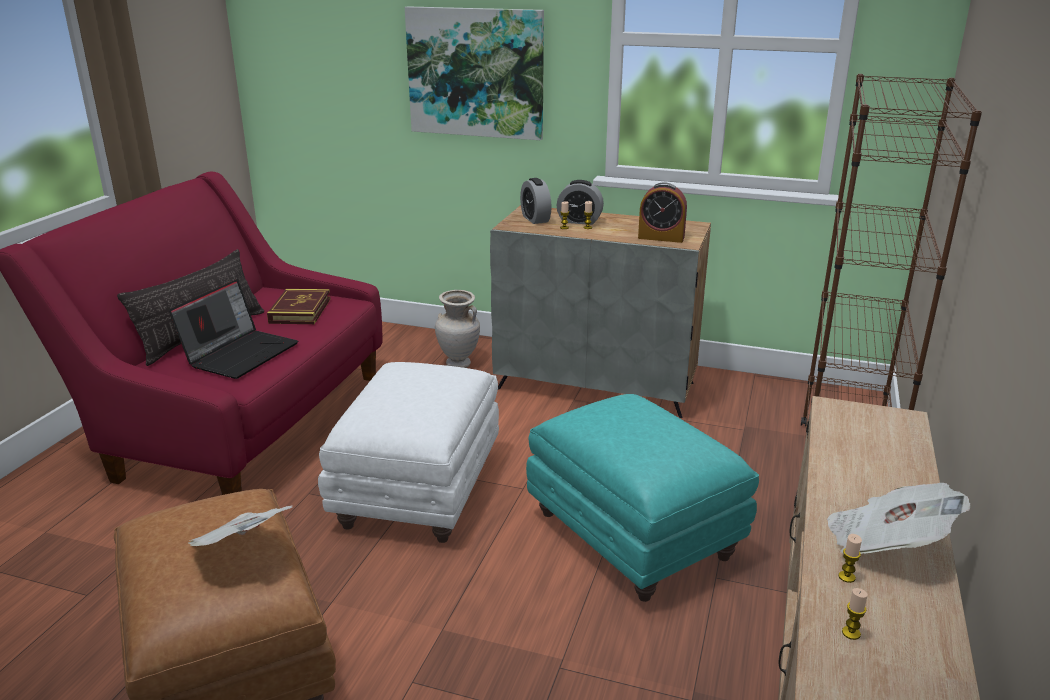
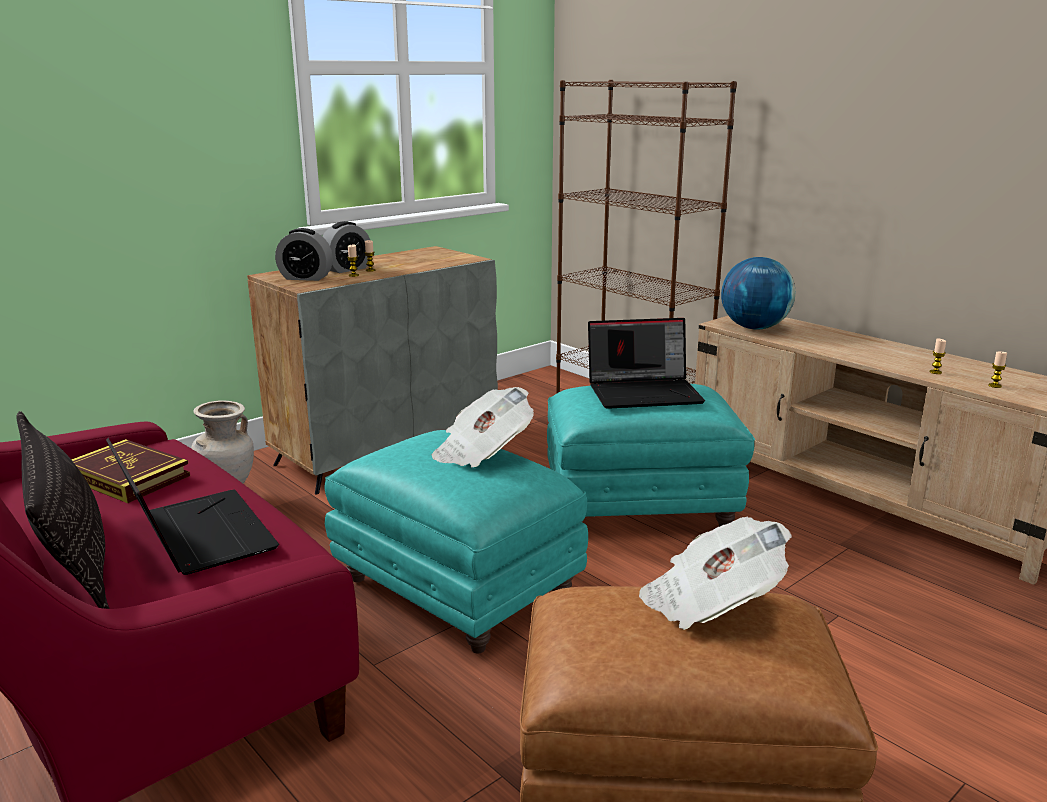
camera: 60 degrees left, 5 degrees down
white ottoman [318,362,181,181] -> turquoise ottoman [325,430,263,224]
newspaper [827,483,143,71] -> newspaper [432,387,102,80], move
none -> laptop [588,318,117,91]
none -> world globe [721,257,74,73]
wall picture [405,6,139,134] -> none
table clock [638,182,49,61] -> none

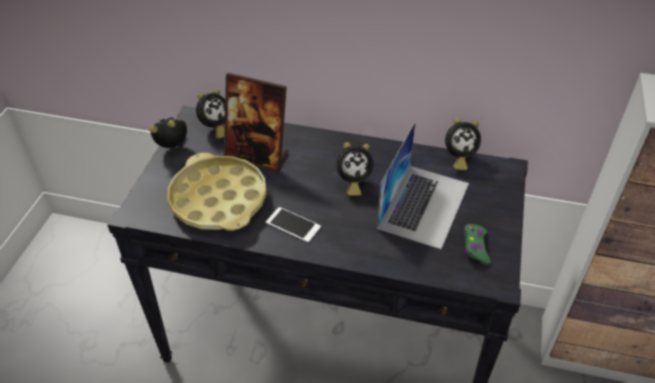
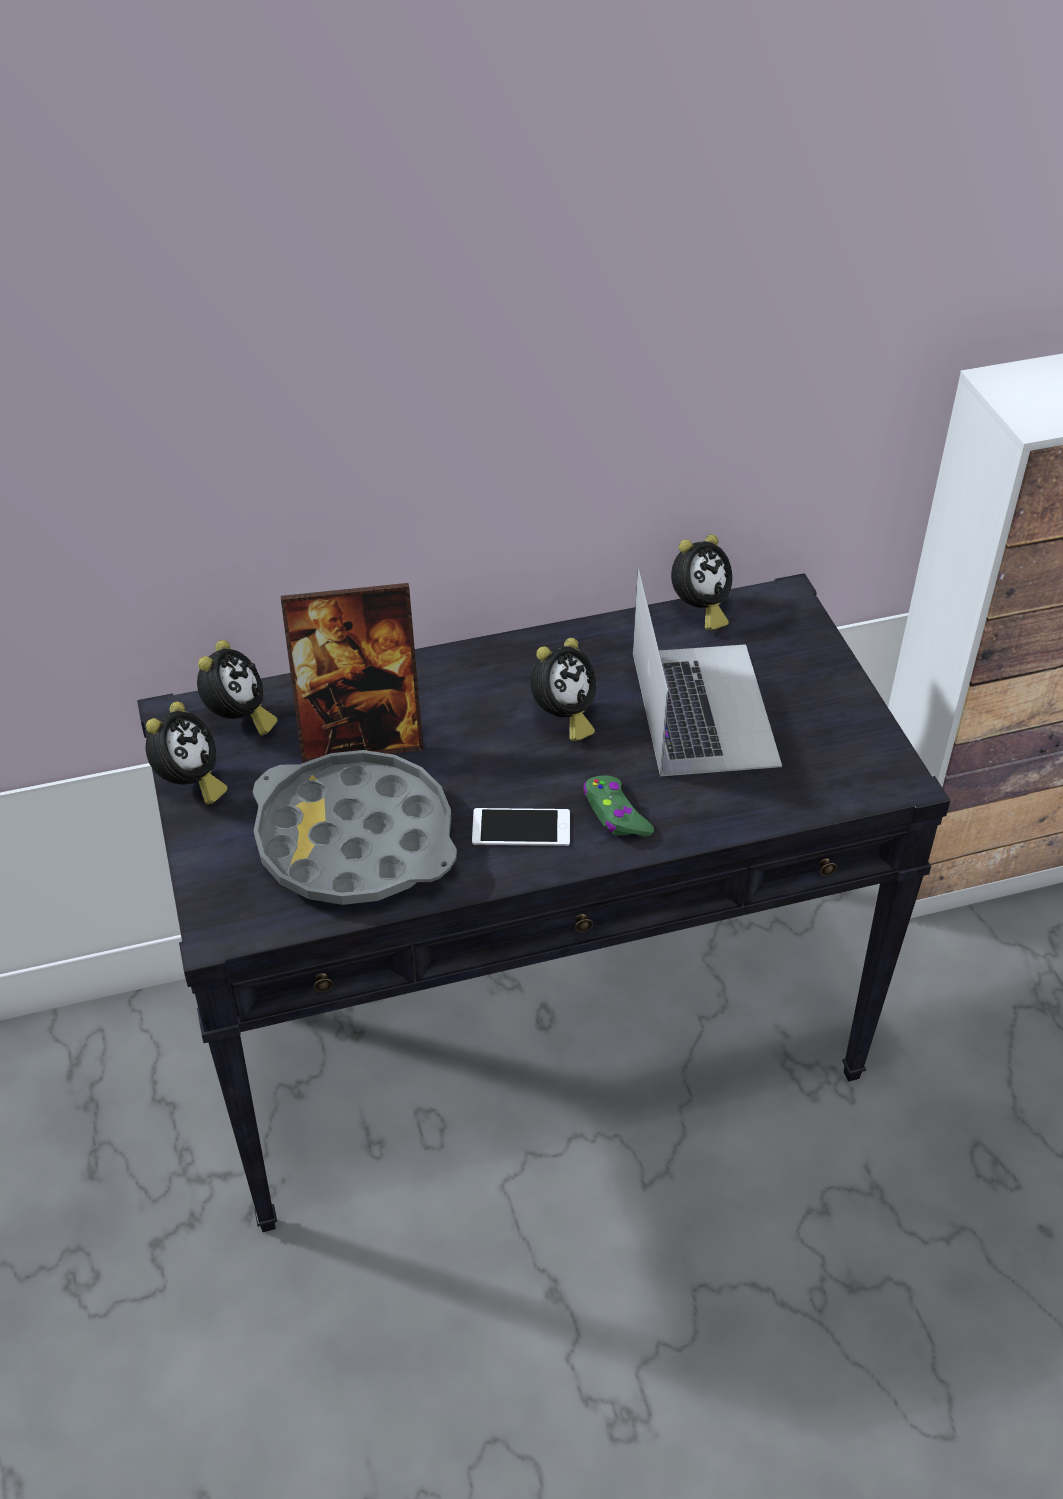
camera: 30 degrees left, 0 degrees up
table clock [149,117,38,31] -> table clock [146,701,82,103], 150 degrees clockwise
yellowish carrying tray [167,153,100,78] -> gray carrying tray [253,750,204,155]
green game controller [464,224,27,41] -> green game controller [583,775,71,62], move

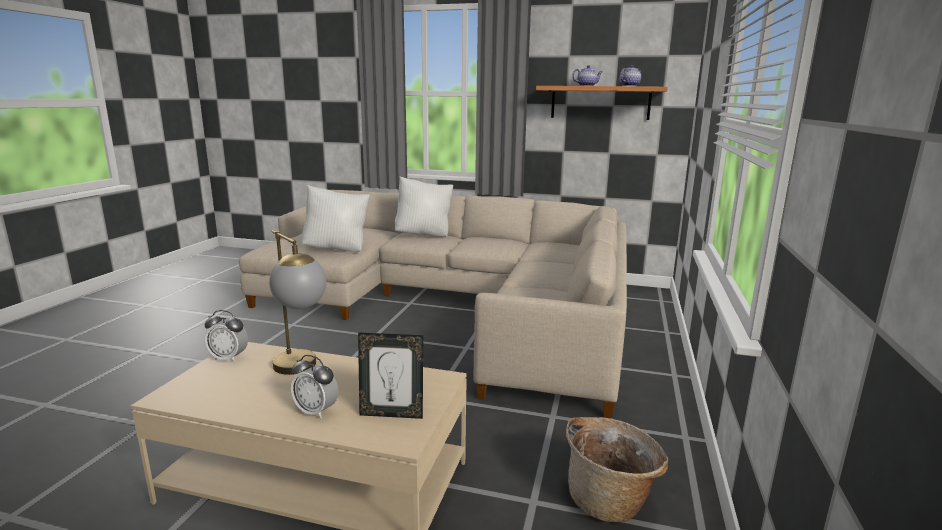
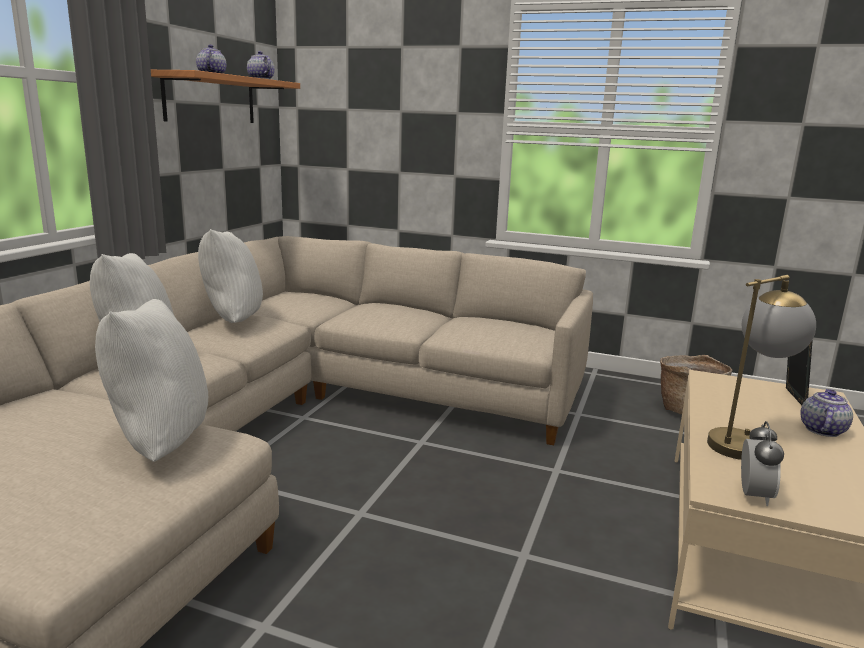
camera: 85 degrees left, 0 degrees up
none -> white pillow [198,229,65,94]
table clock [291,355,48,64] -> teapot [800,389,53,48]

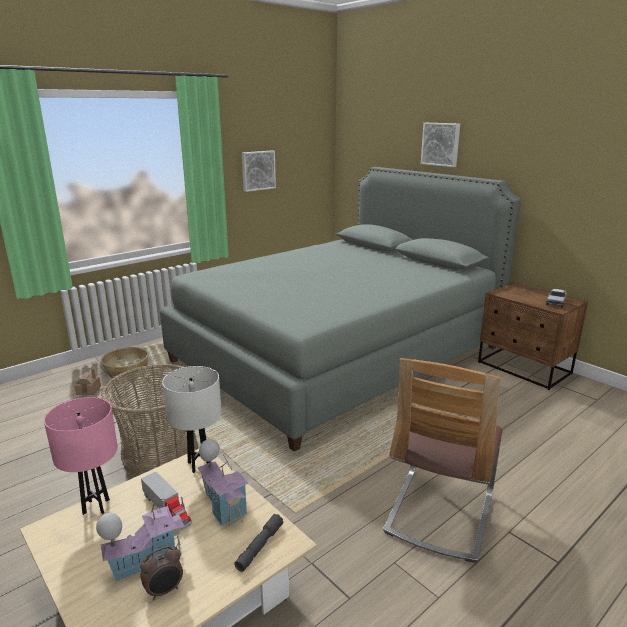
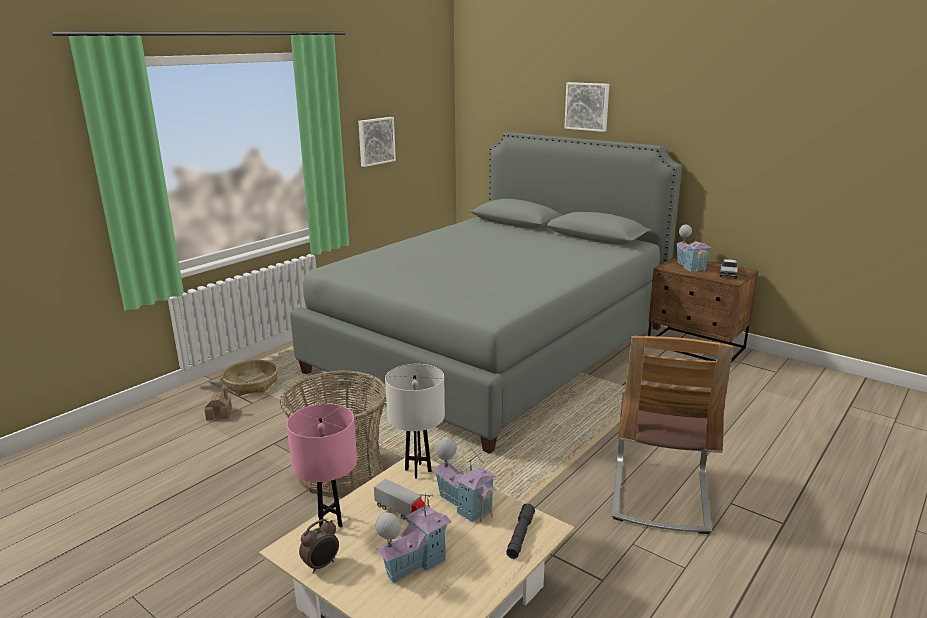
camera: 10 degrees left, 0 degrees up
table clock [140,545,43,55] -> table clock [299,519,40,55], move
none -> toy house [676,224,35,48]

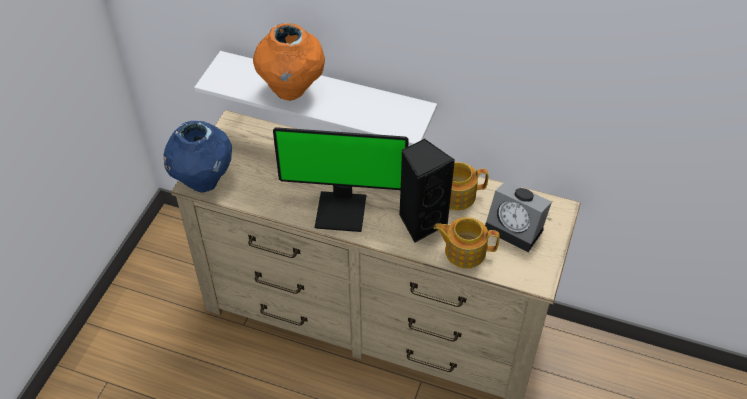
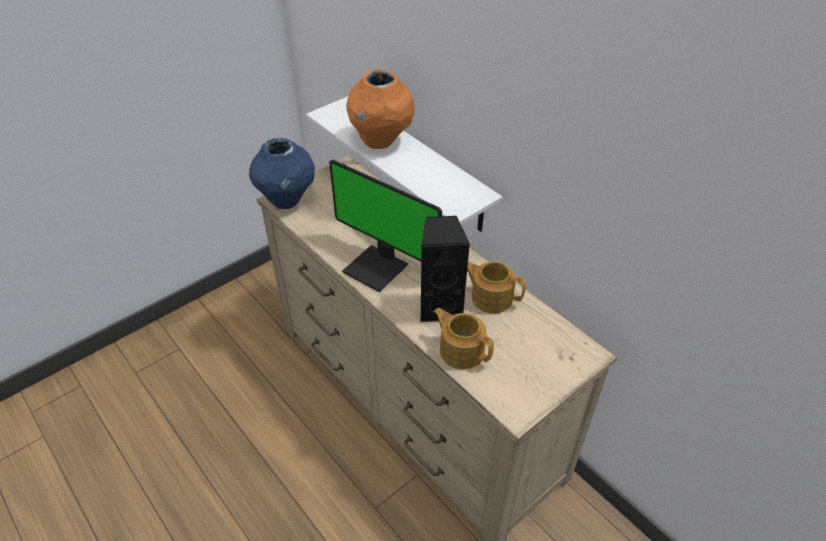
camera: 30 degrees right, 5 degrees down
table clock [485,180,67,72] -> none

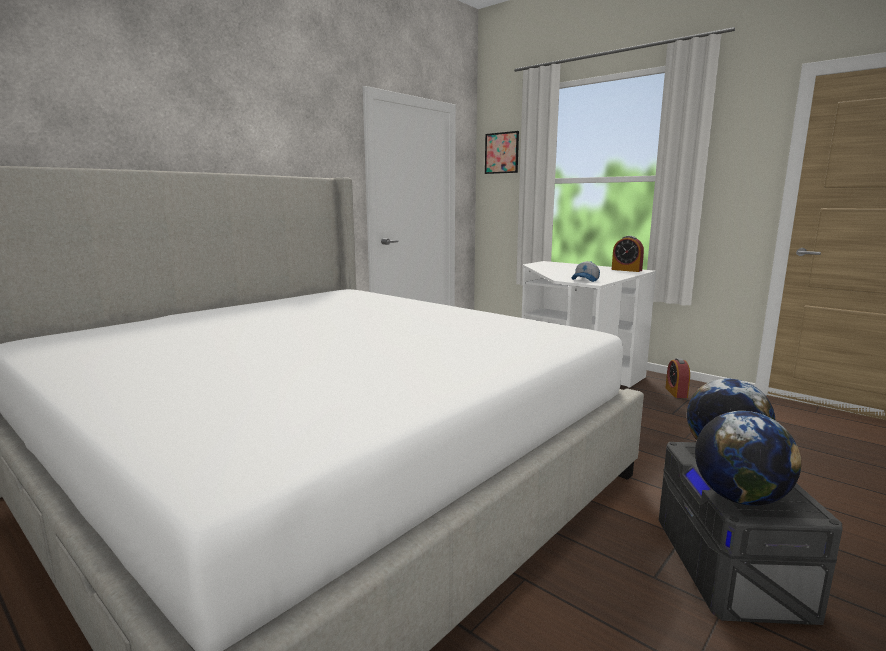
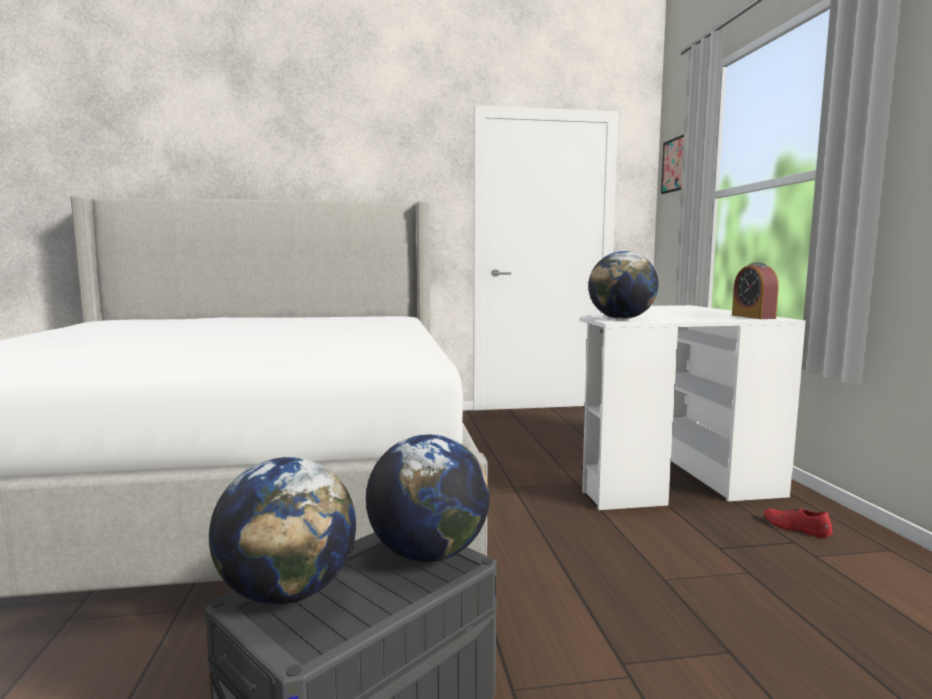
camera: 40 degrees right, 5 degrees down
peaked cap [571,261,29,21] -> world globe [588,251,71,68]
table clock [665,358,25,40] -> reddish low shoe [764,508,68,30]

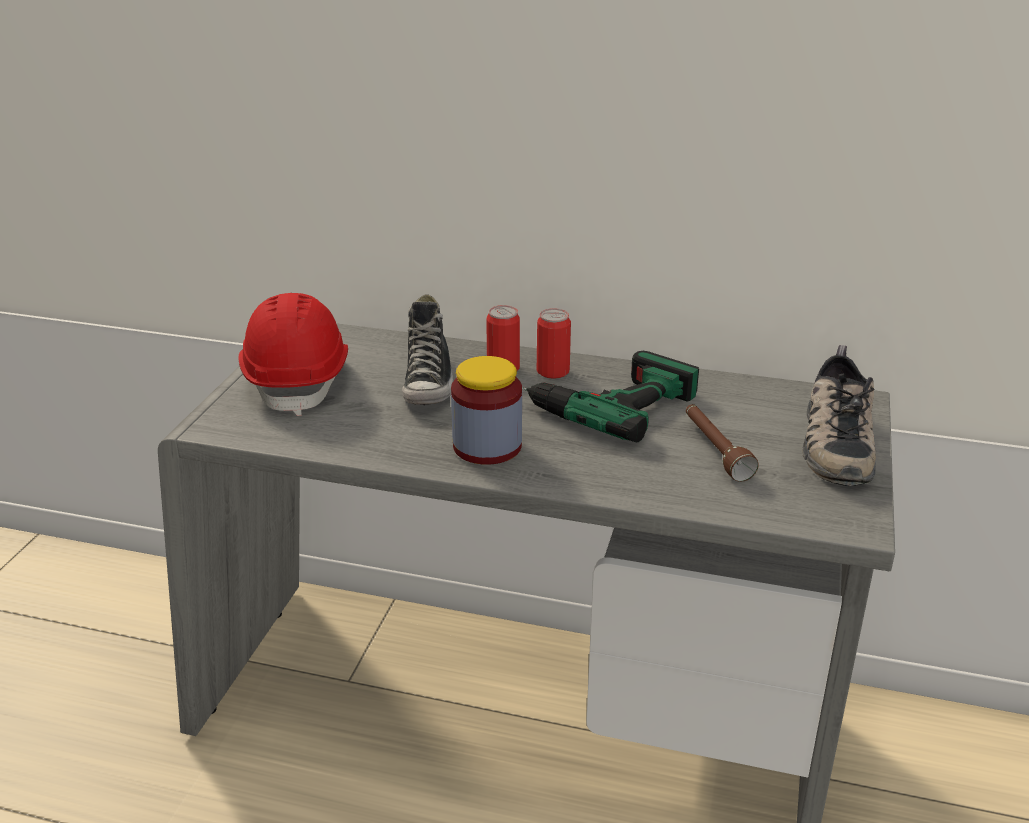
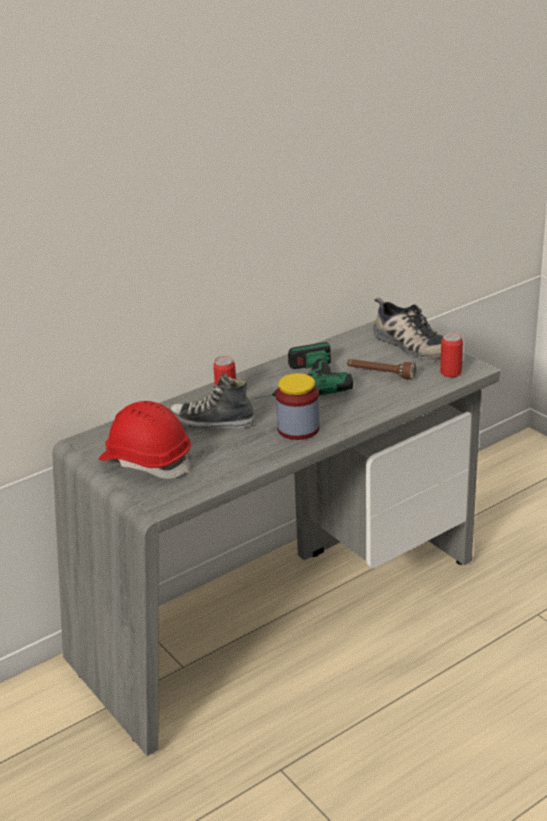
camera: 50 degrees left, 0 degrees up
low shoe [402,294,51,111] -> low shoe [167,374,88,56], 150 degrees clockwise
sealed can [537,308,34,71] -> sealed can [440,332,23,45], move

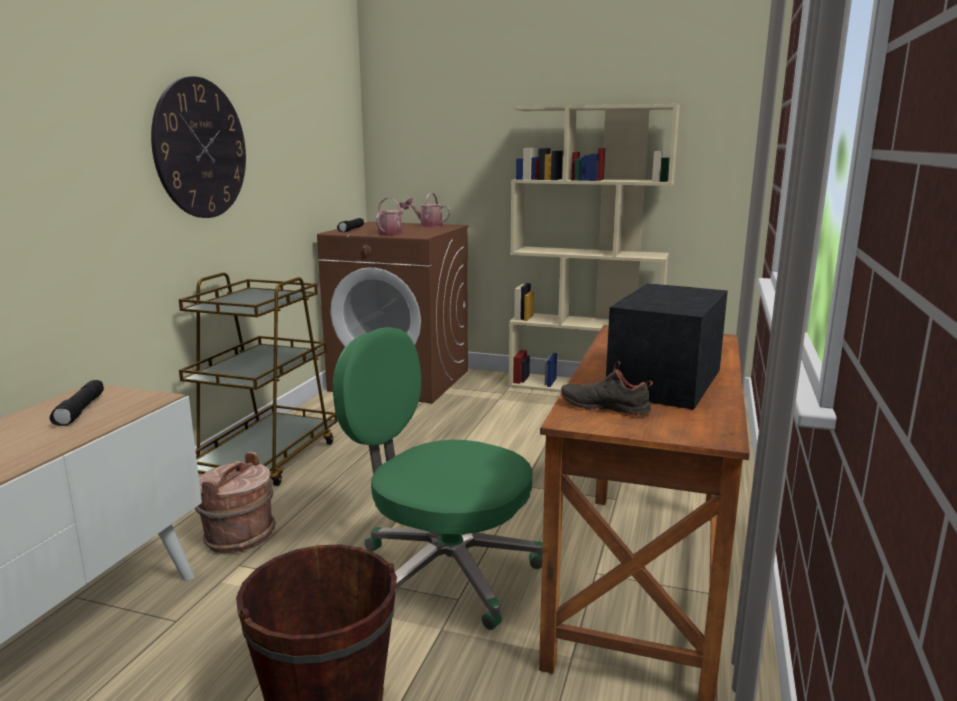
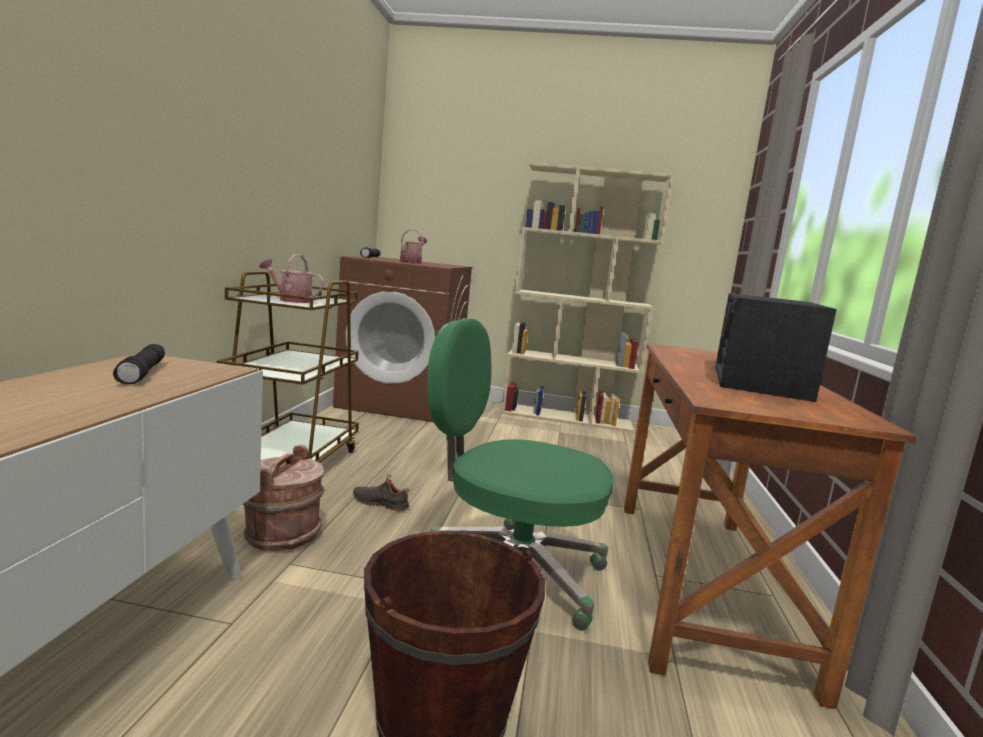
camera: 10 degrees left, 5 degrees down
sprinkling can [405,192,46,35] -> sprinkling can [259,254,65,49], move
blackish low shoe [561,361,92,56] -> blackish low shoe [353,474,57,37], move
hanging clock [151,76,95,142] -> none

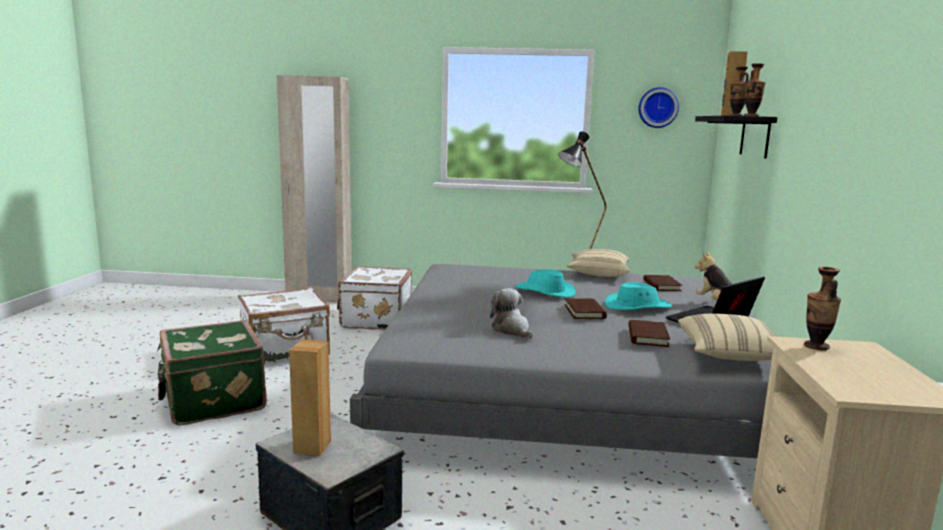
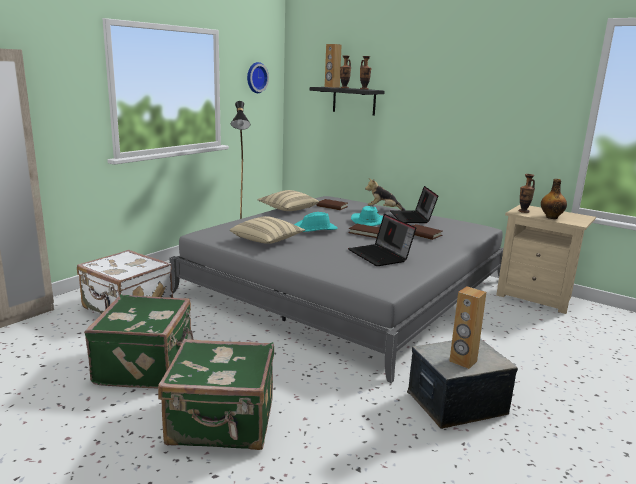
camera: 60 degrees left, 5 degrees up
white travel case [238,287,92,77] -> green travel case [84,294,110,95]
beige pillow [678,313,98,48] -> beige pillow [230,216,75,28], move
soft toy [490,288,43,51] -> laptop [348,214,68,52]
none -> beverage bottle [541,179,26,40]

